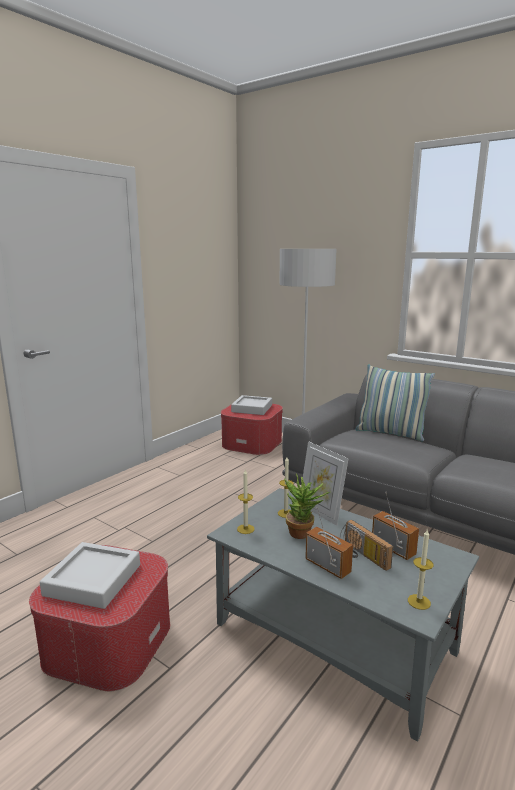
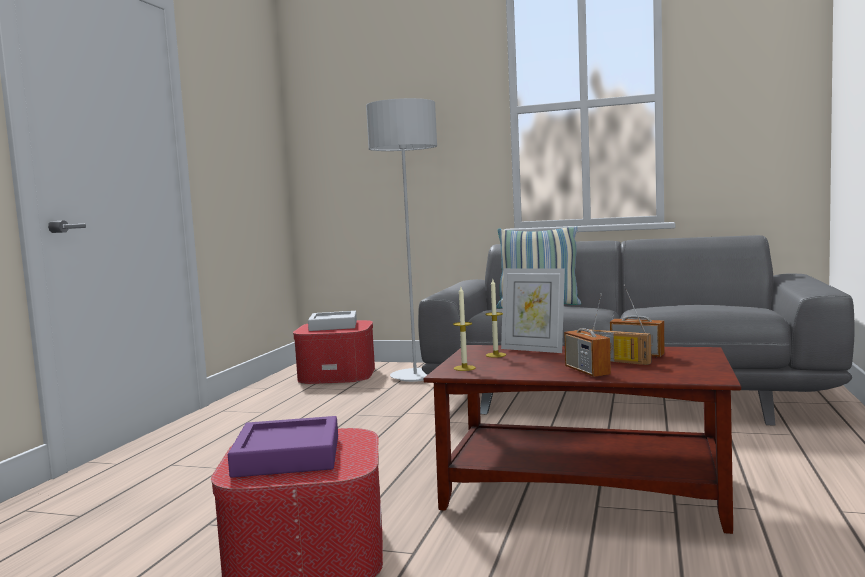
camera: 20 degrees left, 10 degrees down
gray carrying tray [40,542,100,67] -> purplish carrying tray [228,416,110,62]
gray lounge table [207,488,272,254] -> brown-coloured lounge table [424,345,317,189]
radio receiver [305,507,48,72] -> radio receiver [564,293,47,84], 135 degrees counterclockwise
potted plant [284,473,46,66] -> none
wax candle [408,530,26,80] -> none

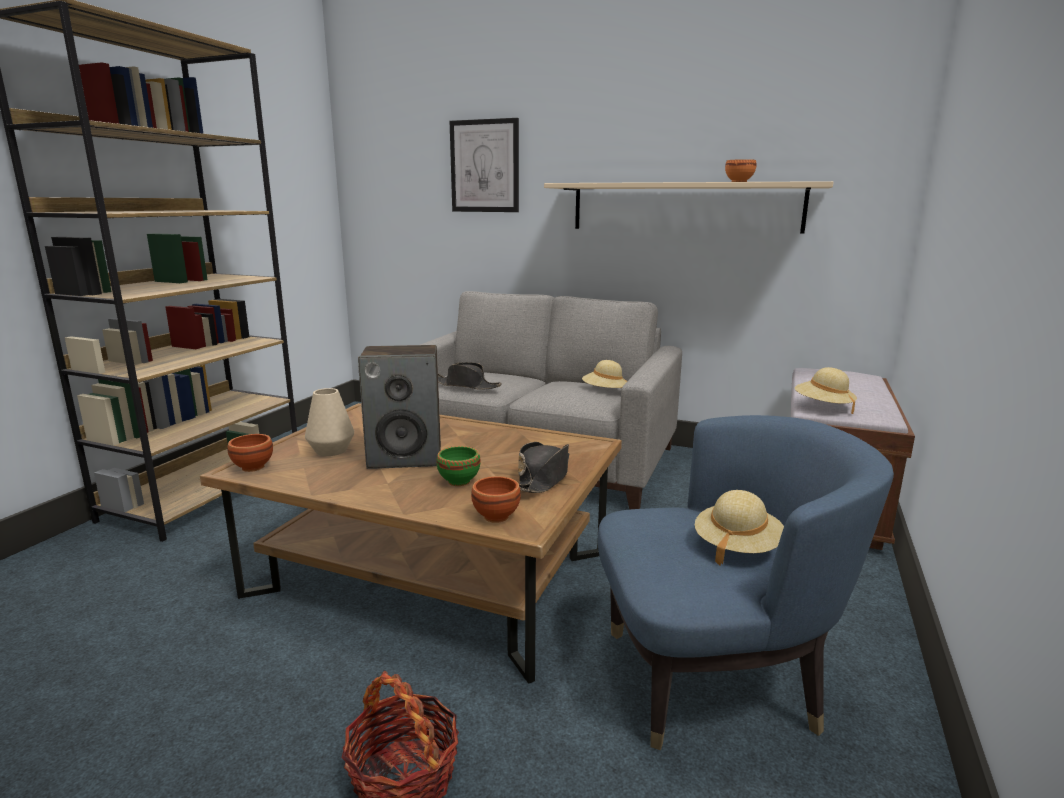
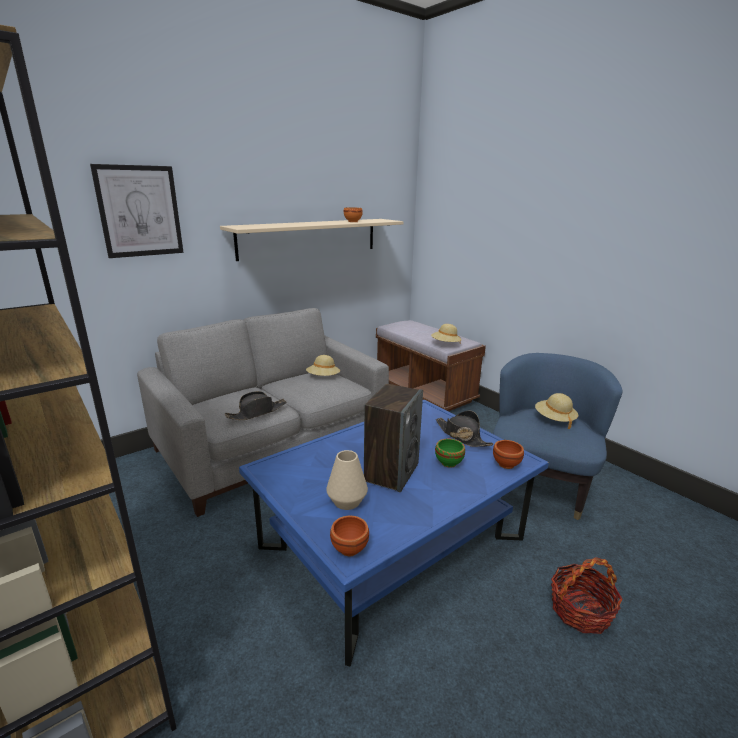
camera: 60 degrees left, 5 degrees up
brown-coloured lounge table [200,403,422,281] -> blue lounge table [239,400,310,267]

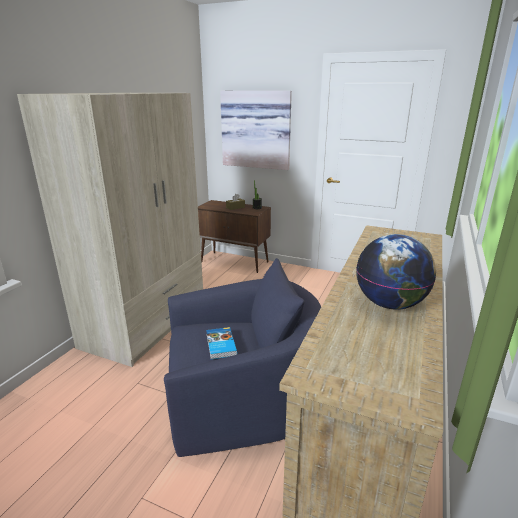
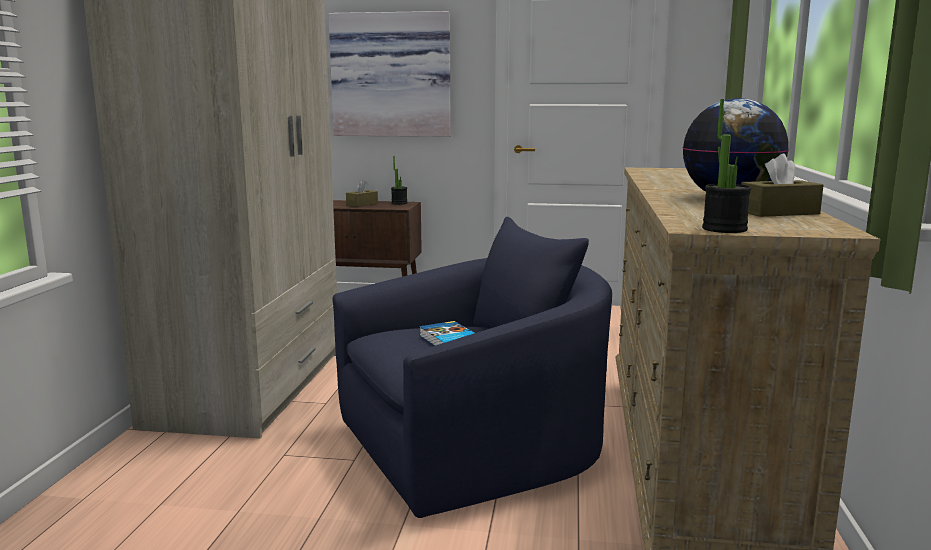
camera: 15 degrees left, 10 degrees down
none -> potted plant [702,99,49,134]
none -> brown-coloured box of tissues [741,154,83,63]

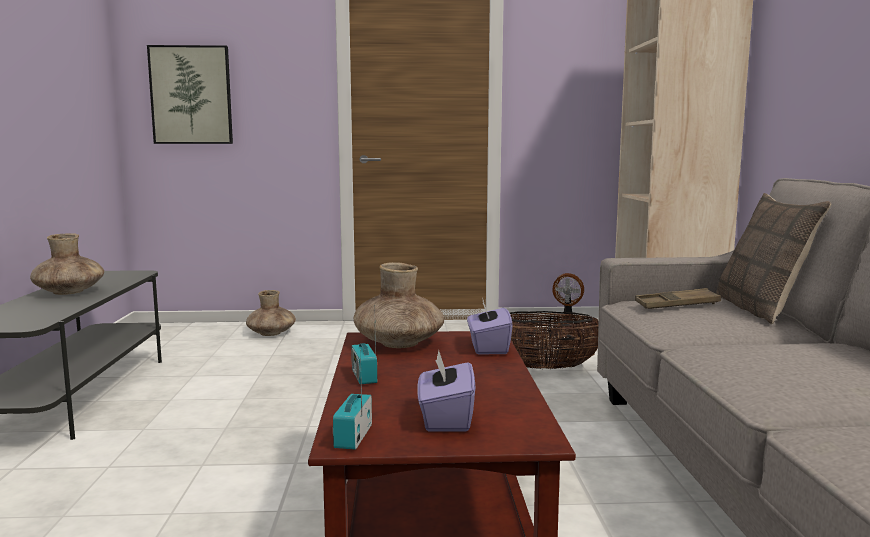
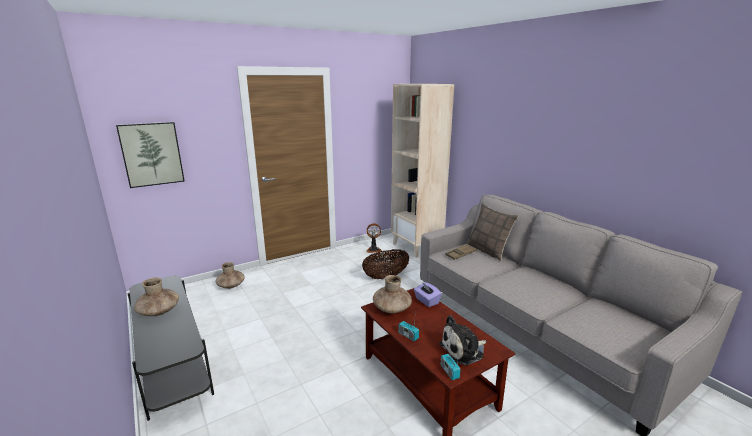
camera: 30 degrees left, 10 degrees up
purplish box of tissues [417,349,58,83] -> soft toy [439,315,48,50]

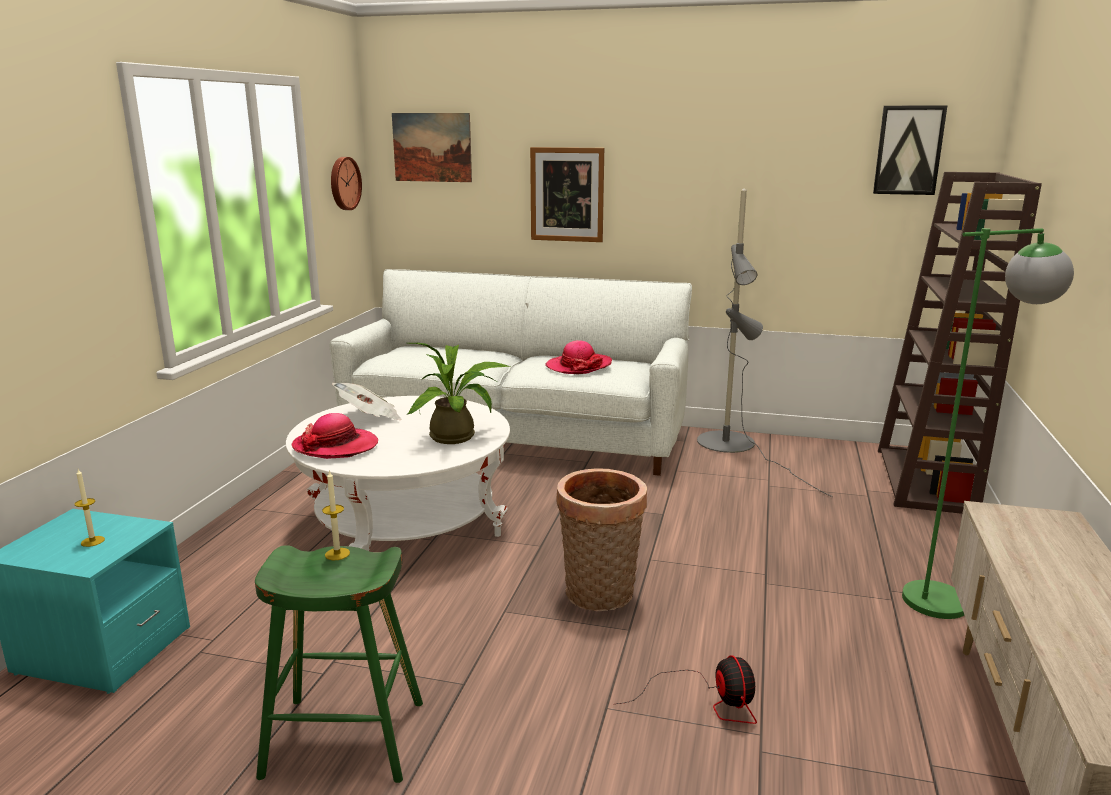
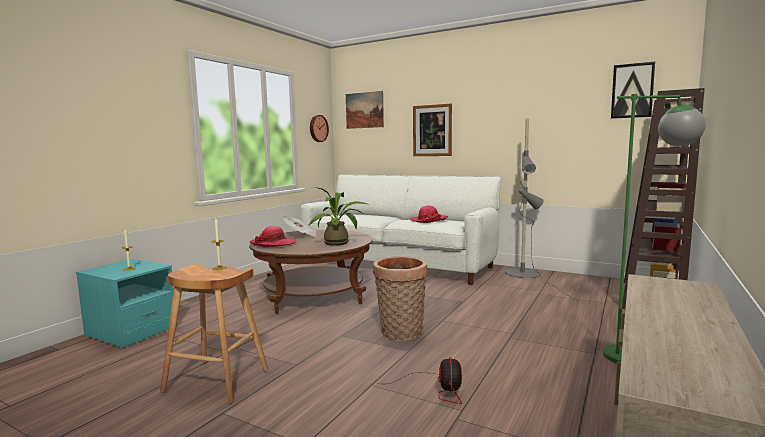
camera: 15 degrees right, 10 degrees down
green stool [255,545,168,238] -> brown-coloured stool [160,264,108,140]
white lounge table [286,396,224,155] -> brown-coloured lounge table [249,230,124,84]

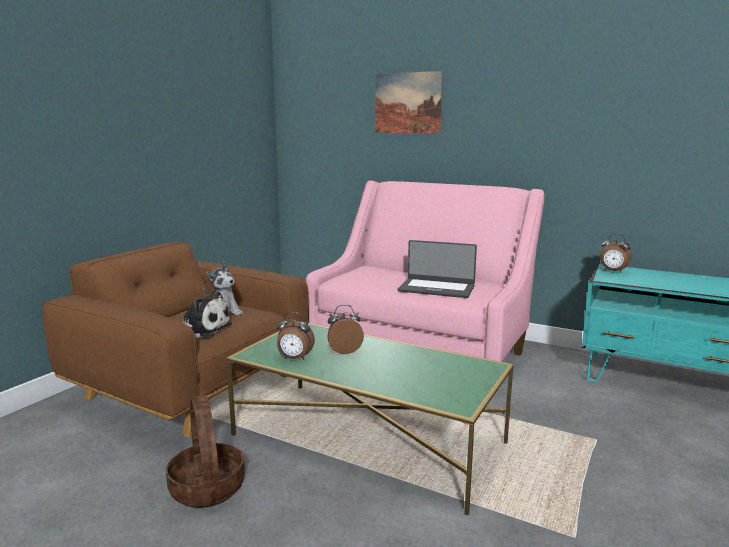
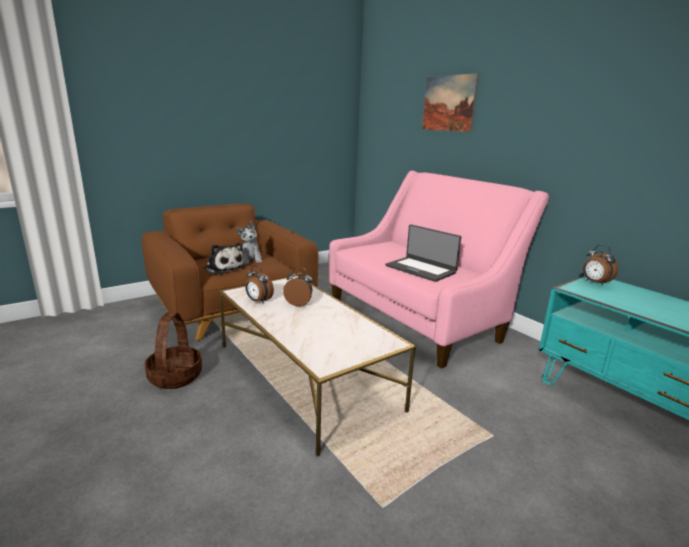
camera: 25 degrees right, 5 degrees up
green lounge table [226,323,288,192] -> white lounge table [219,275,197,182]

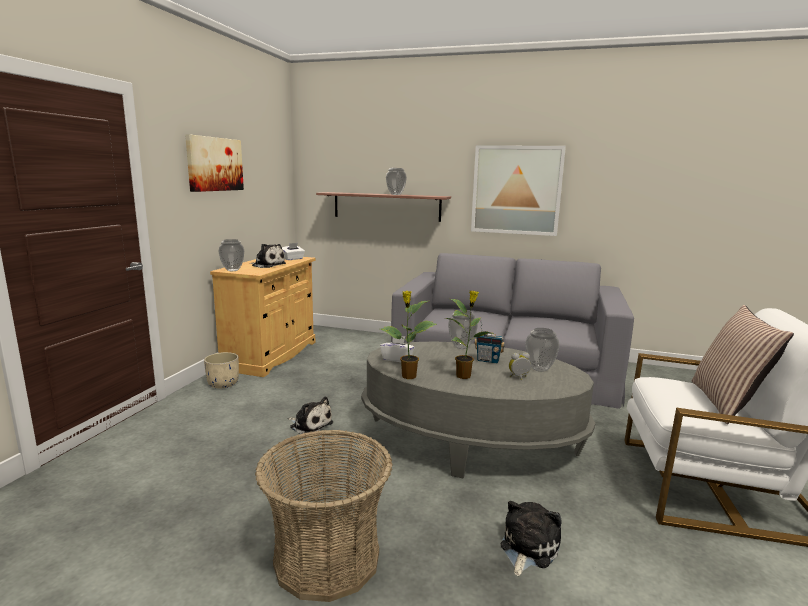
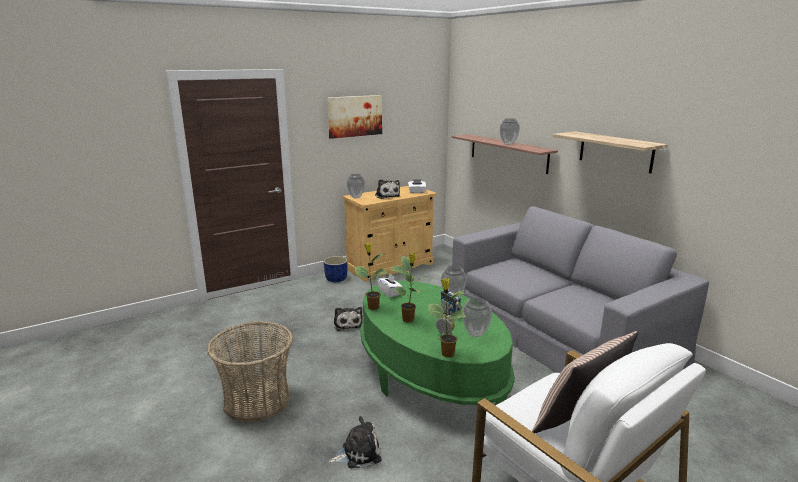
camera: 40 degrees right, 5 degrees up
beige plant pot [204,352,35,37] -> blue plant pot [324,256,23,26]
gray lounge table [361,341,234,137] -> green lounge table [360,281,155,124]
none -> potted plant [428,278,38,79]
wall picture [471,145,95,91] -> shelf [553,131,115,42]

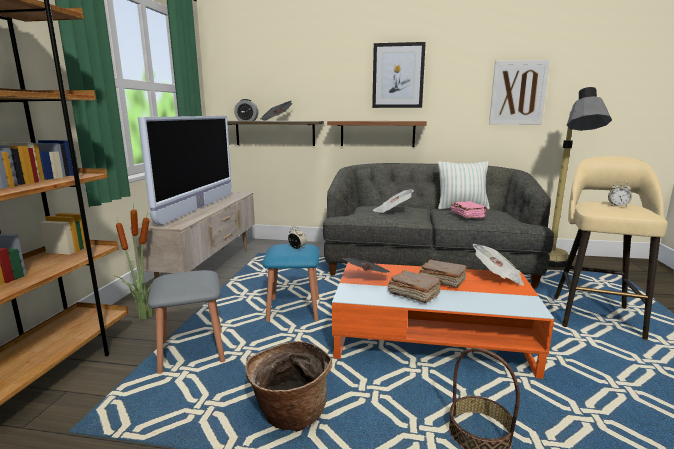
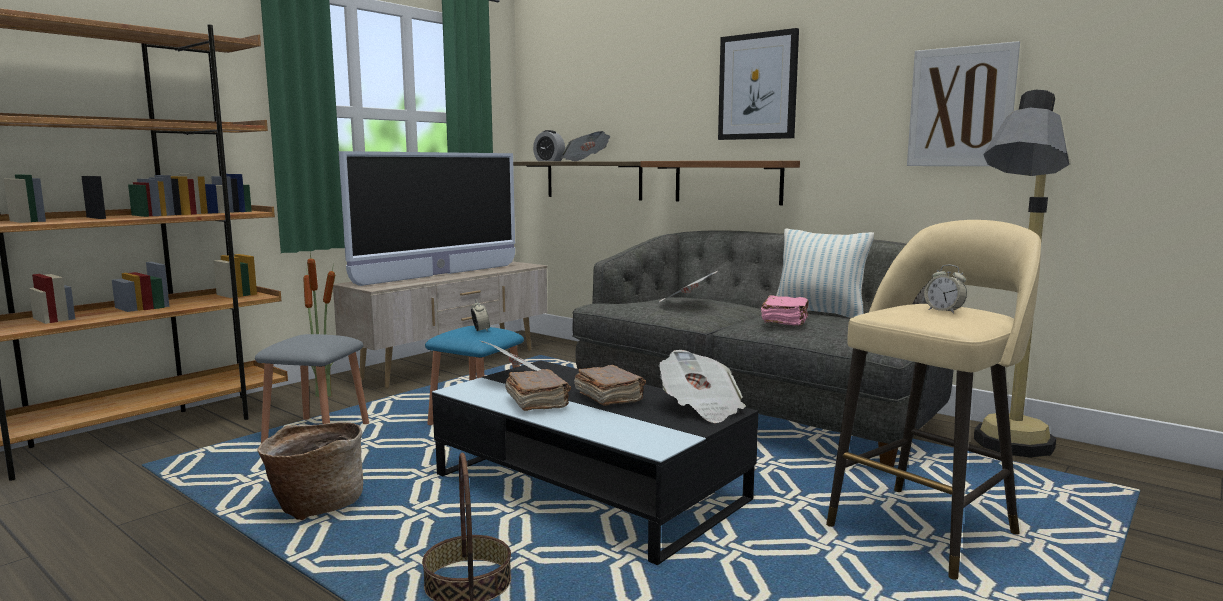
camera: 30 degrees right, 5 degrees down
orangey lounge table [332,262,222,117] -> blackish lounge table [432,360,327,205]

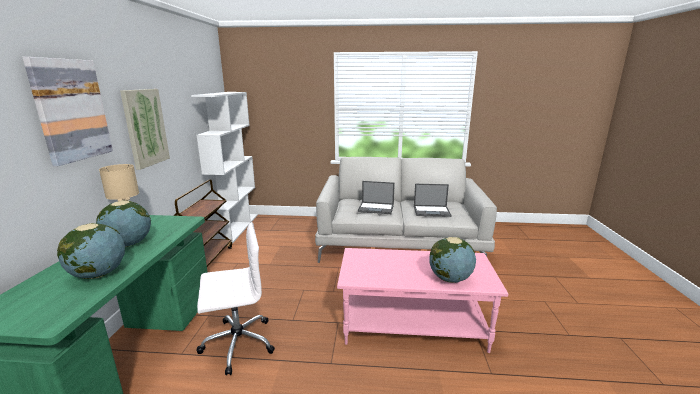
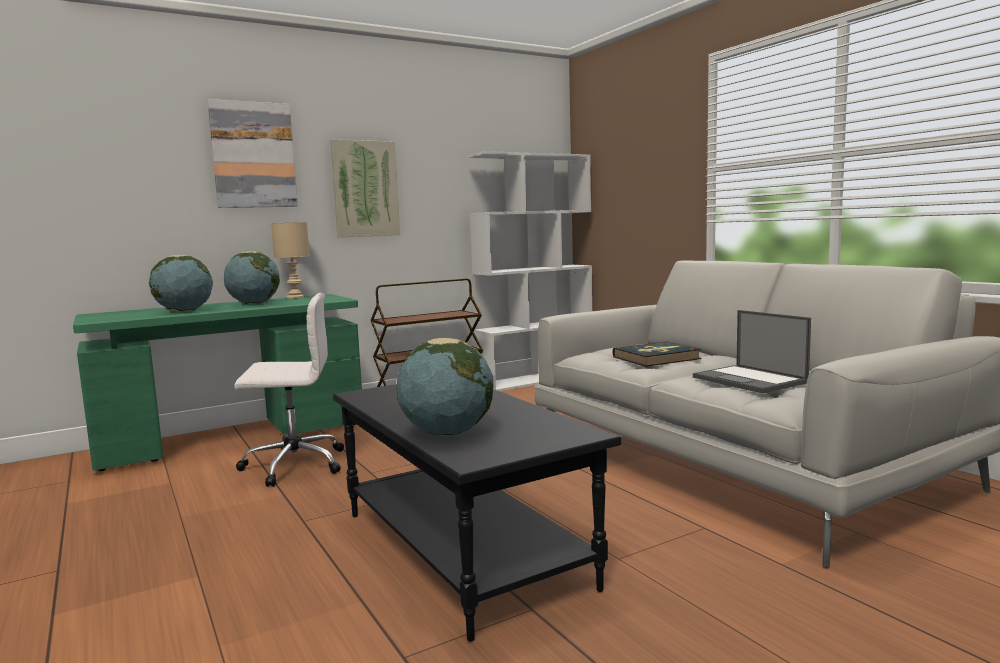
camera: 55 degrees right, 10 degrees down
white desk chair [197,222,78,153] -> white desk chair [234,293,110,194], 45 degrees counterclockwise
pink lounge table [337,248,171,105] -> blackish lounge table [333,384,288,258]
laptop [358,181,37,33] -> bound book [613,341,89,26]

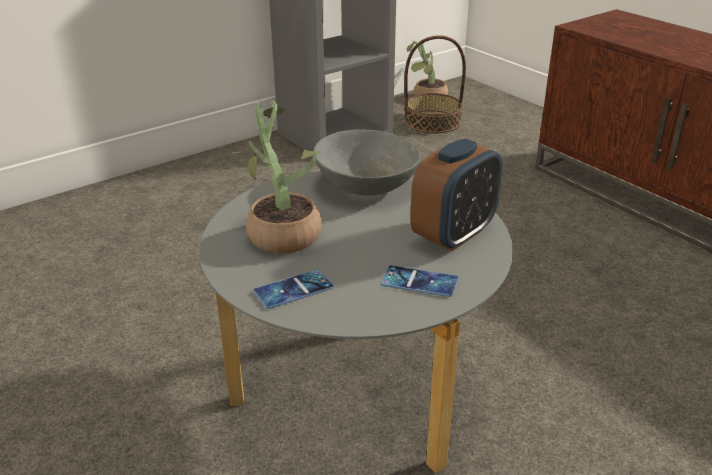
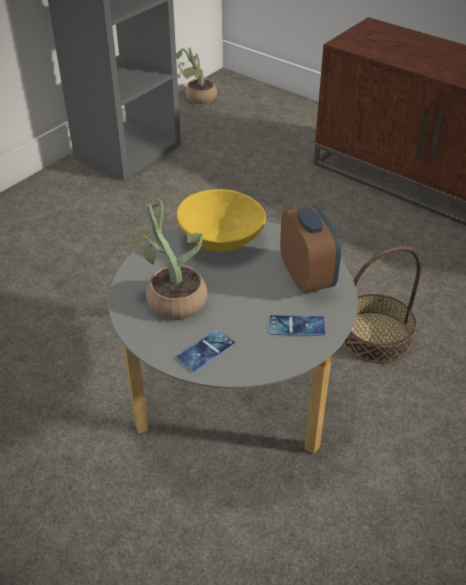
camera: 15 degrees left, 10 degrees up
gray serving bowl [313,129,107,66] -> yellowish serving bowl [177,189,89,63]
table clock [410,139,92,112] -> table clock [280,205,61,88], 45 degrees counterclockwise
household basket [404,35,62,99] -> household basket [343,246,78,117], move

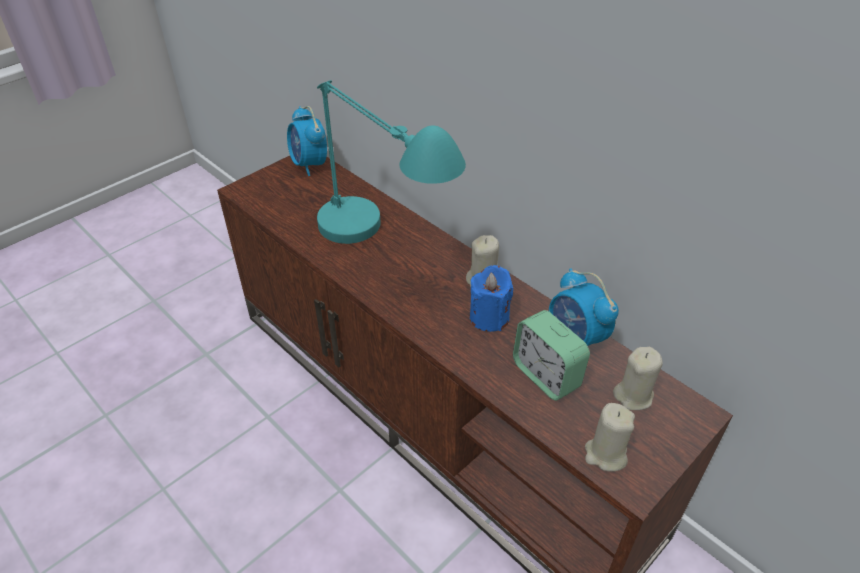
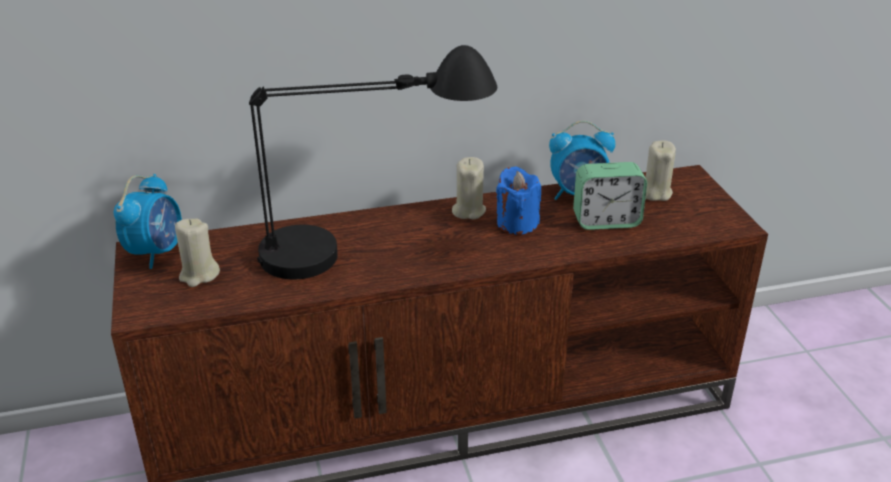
camera: 60 degrees left, 10 degrees down
table clock [287,106,40,70] -> table clock [114,174,68,95], 75 degrees counterclockwise
beige wax candle [585,403,50,69] -> beige wax candle [175,218,45,69], move
turquoise table lamp [317,80,149,164] -> blackish table lamp [249,45,248,234]

